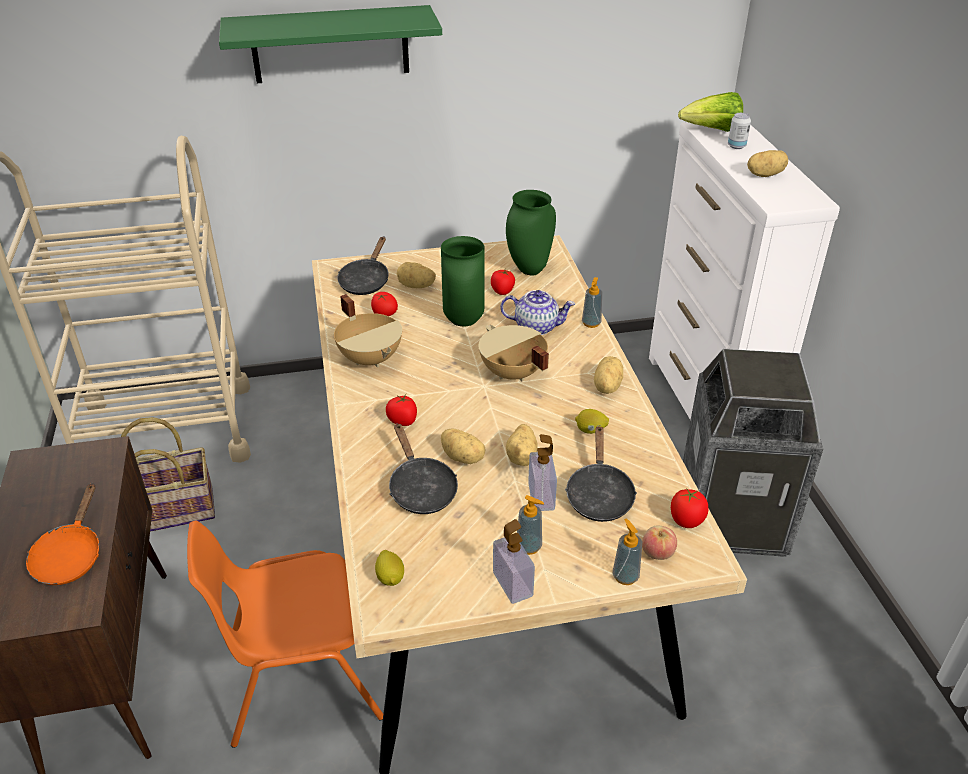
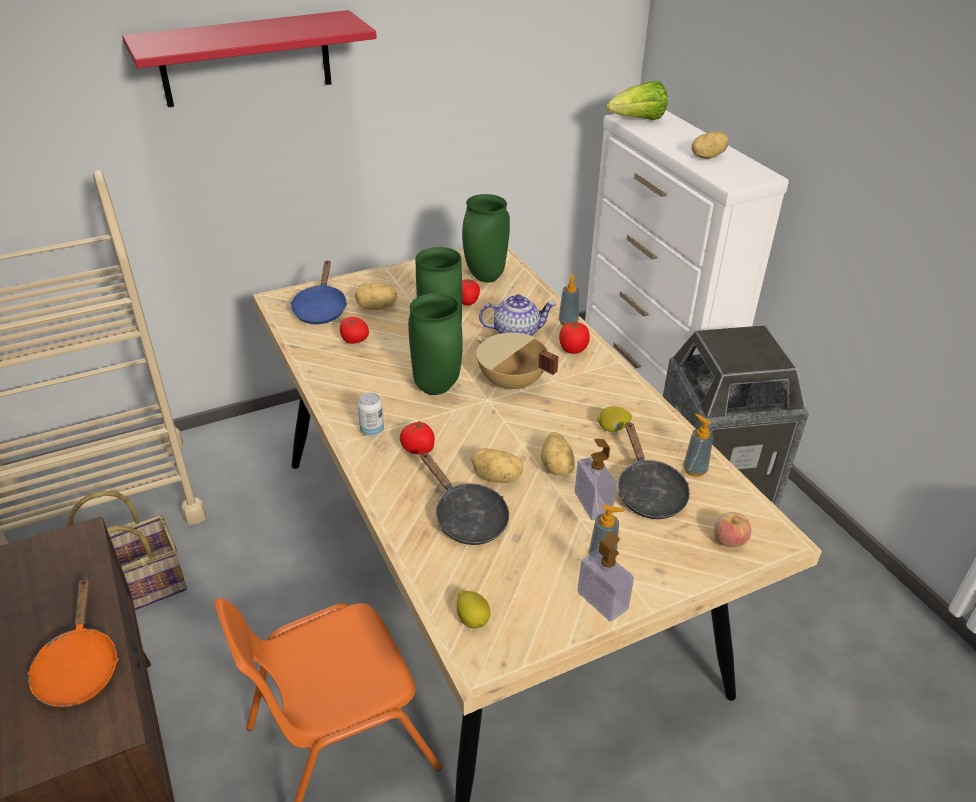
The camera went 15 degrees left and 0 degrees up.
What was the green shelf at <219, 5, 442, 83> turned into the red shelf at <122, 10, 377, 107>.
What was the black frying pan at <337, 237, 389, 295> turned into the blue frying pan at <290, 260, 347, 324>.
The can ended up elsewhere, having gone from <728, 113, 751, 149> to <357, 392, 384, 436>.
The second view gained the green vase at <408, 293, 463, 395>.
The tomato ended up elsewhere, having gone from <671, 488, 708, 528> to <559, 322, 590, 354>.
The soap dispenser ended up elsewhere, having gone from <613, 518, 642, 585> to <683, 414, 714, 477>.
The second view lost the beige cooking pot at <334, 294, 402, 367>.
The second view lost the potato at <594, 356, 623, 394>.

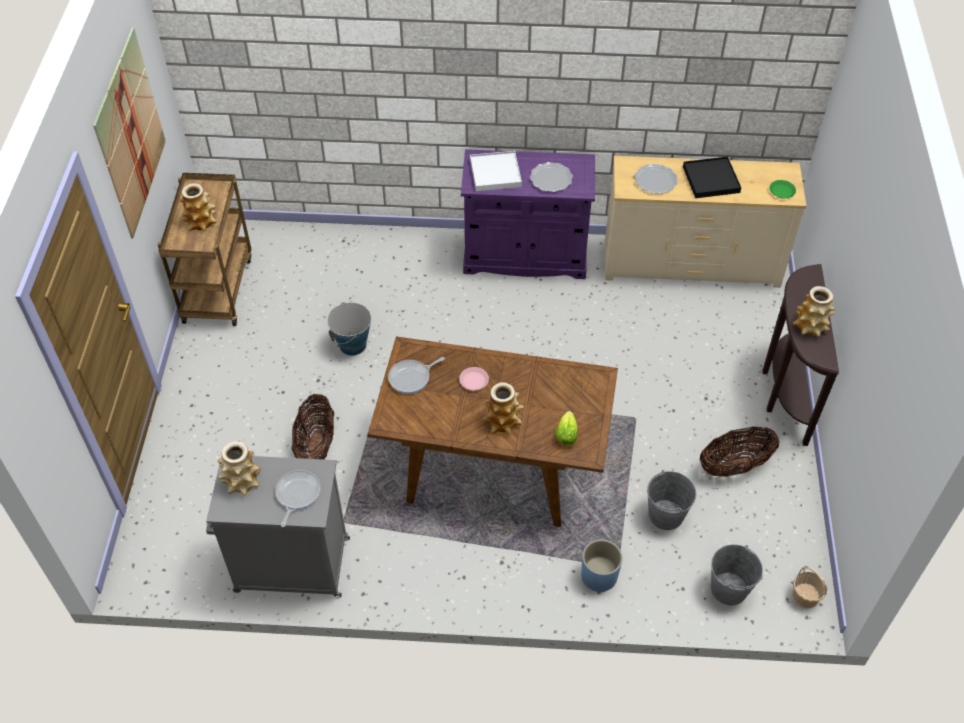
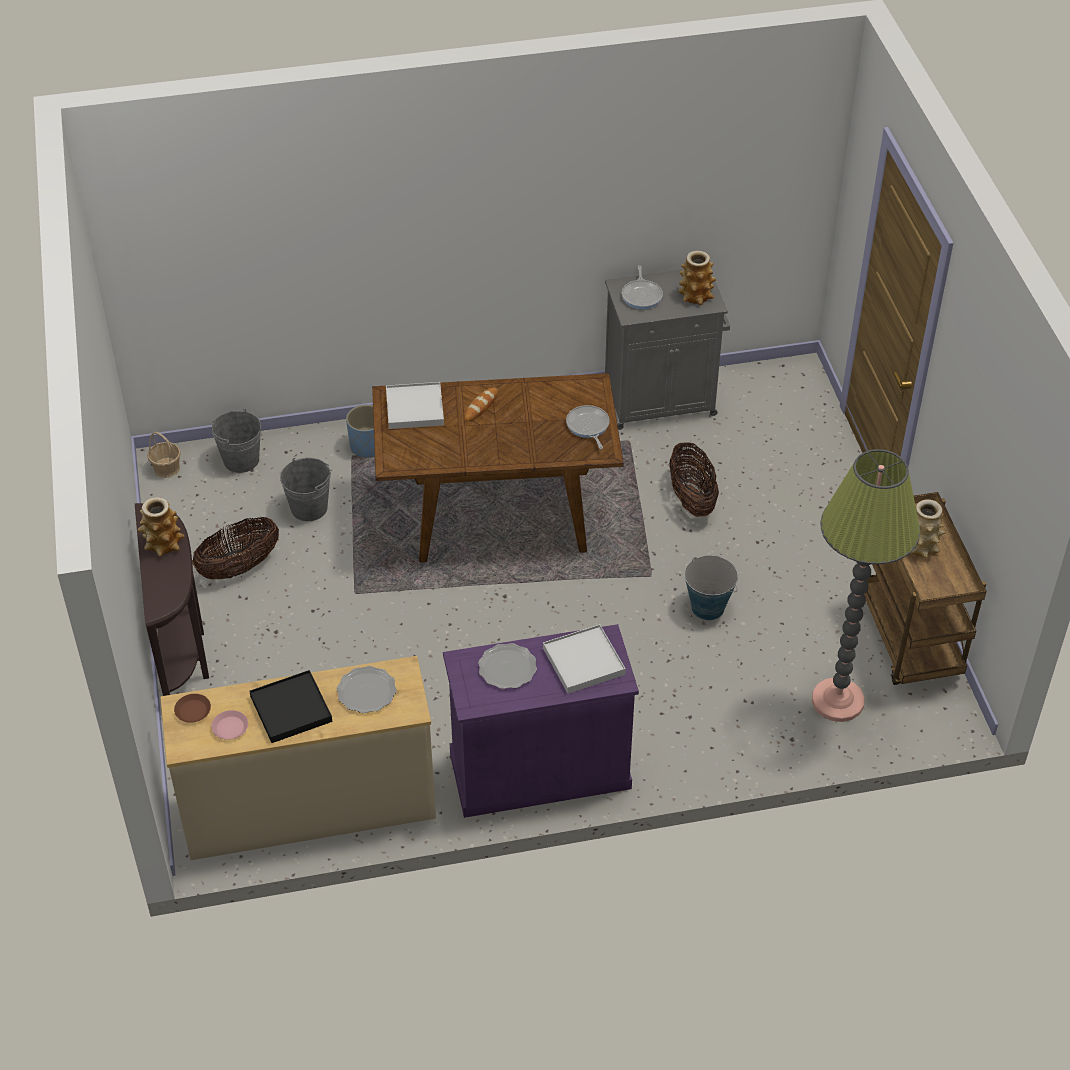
The camera went 165 degrees right and 5 degrees down.
What was the green plate at <769, 180, 796, 199> turned into the brown plate at <174, 694, 211, 723>.
The pink plate ended up elsewhere, having gone from <459, 367, 489, 391> to <211, 710, 248, 740>.
Where the lettuce stood at <555, 411, 578, 445>, the white tray came to stand at <386, 382, 444, 429>.
Where the vase stood at <483, 382, 524, 434>, the bread came to stand at <464, 388, 498, 422>.
The frying pan at <388, 357, 445, 394> ended up facing another way, 60 degrees counterclockwise from before.
The second view gained the floor lamp at <812, 449, 920, 722>.
The second view lost the picture at <93, 27, 166, 238>.

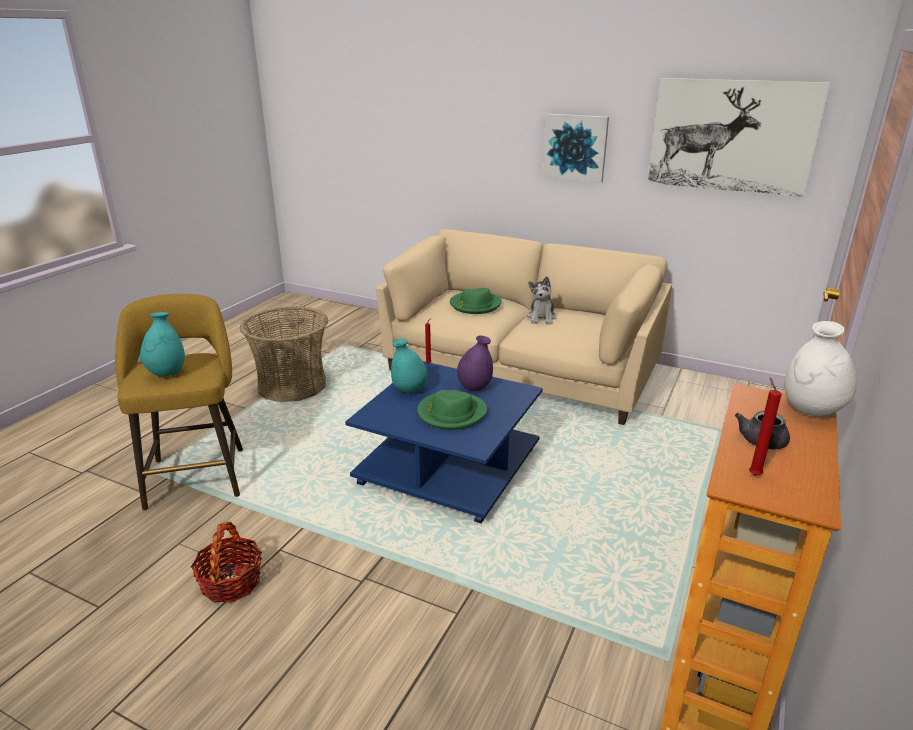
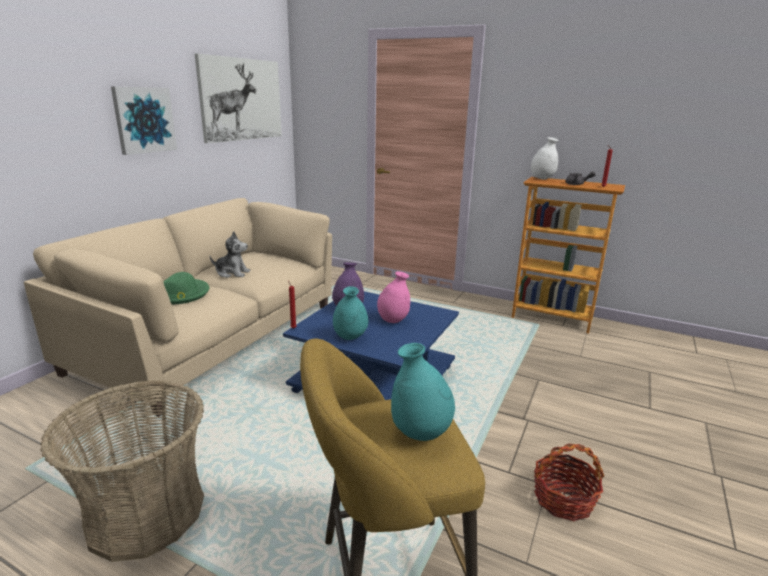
The camera went 90 degrees left and 5 degrees down.
Where the green hat stood at <417, 390, 487, 430>, the pink vase came to stand at <377, 271, 410, 323>.

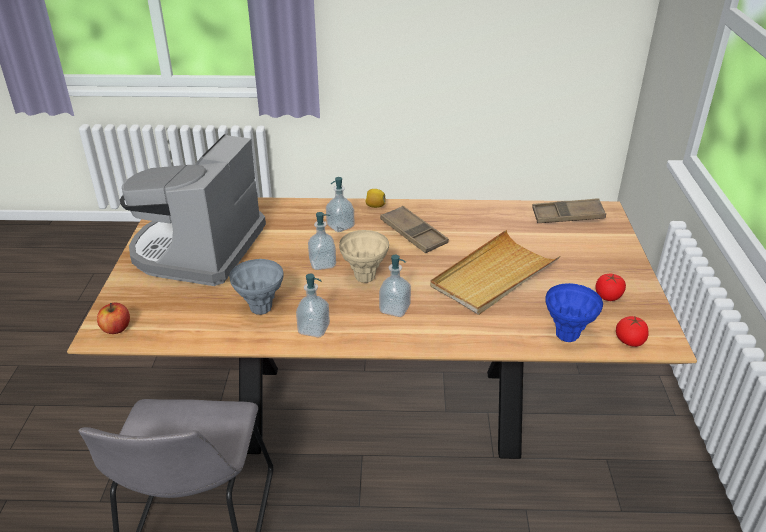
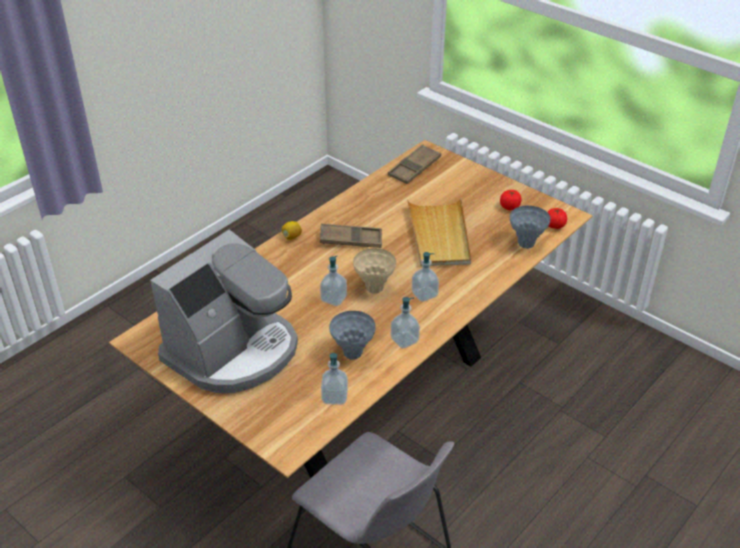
The camera went 50 degrees left and 5 degrees up.
The coffee machine at <120, 133, 266, 286> ended up facing another way, 105 degrees counterclockwise from before.
The soap dispenser ended up elsewhere, having gone from <326, 177, 354, 232> to <321, 353, 348, 405>.
What was the blue vase at <545, 283, 603, 342> turned into the grey vase at <510, 205, 551, 249>.
The second view lost the apple at <97, 303, 130, 334>.

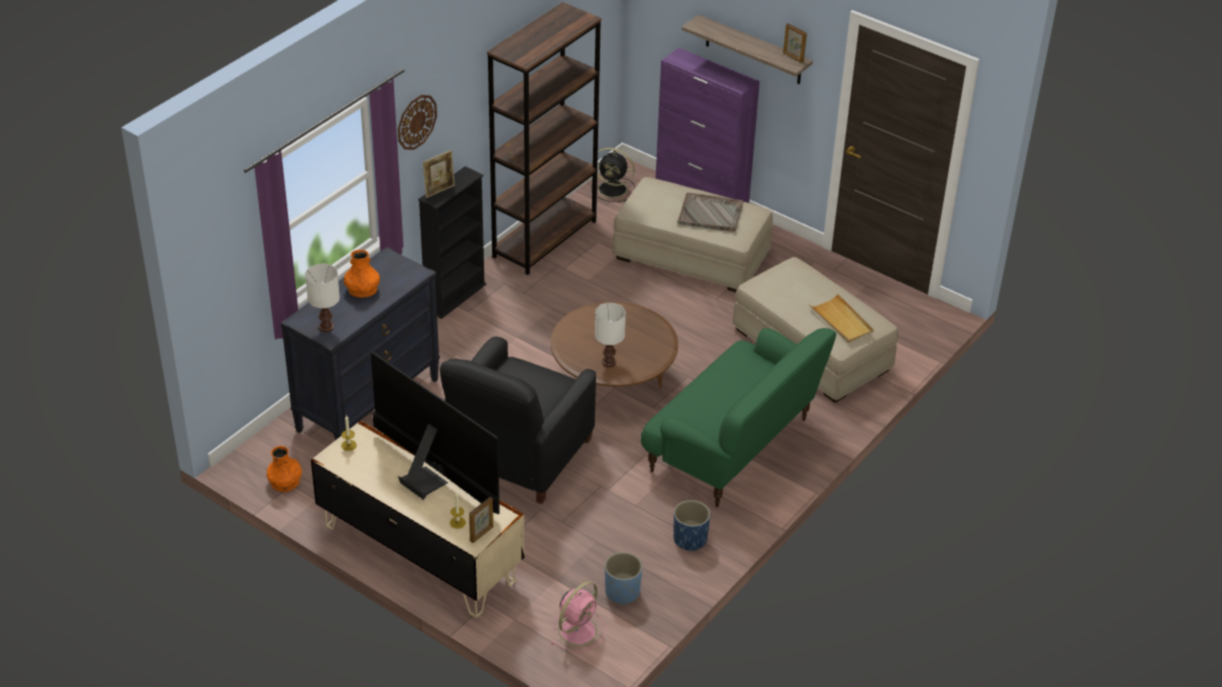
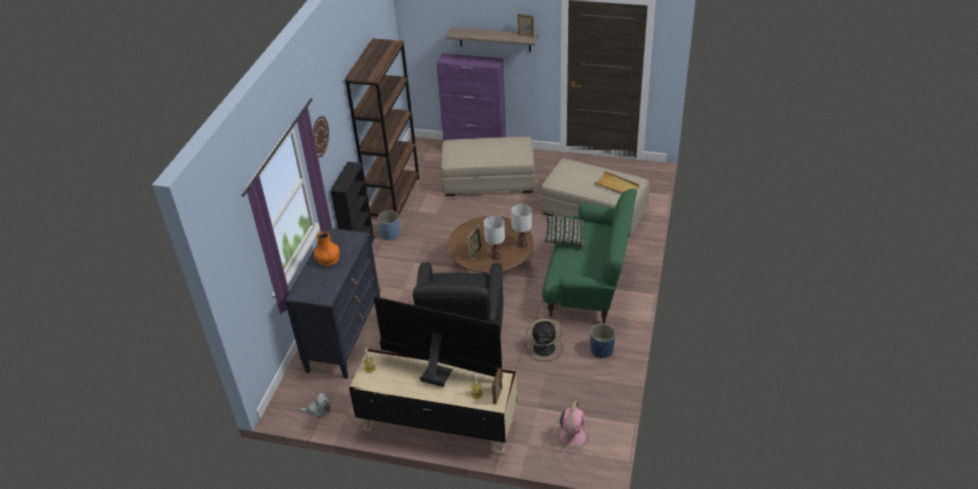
The camera went 20 degrees left and 0 degrees up.
Where the orange vase stood at <267, 446, 302, 492>, the plush toy came to stand at <299, 392, 330, 418>.
The blue planter ended up elsewhere, having gone from <605, 552, 642, 605> to <378, 210, 400, 240>.
The picture frame ended up elsewhere, having gone from <423, 150, 455, 198> to <467, 224, 483, 262>.
The white table lamp ended up elsewhere, having gone from <305, 264, 340, 332> to <511, 204, 532, 247>.
The black fan ended up elsewhere, having gone from <591, 148, 635, 202> to <525, 319, 562, 361>.
The second view gained the pillow at <544, 216, 584, 247>.
The second view lost the grey tray at <677, 193, 743, 232>.

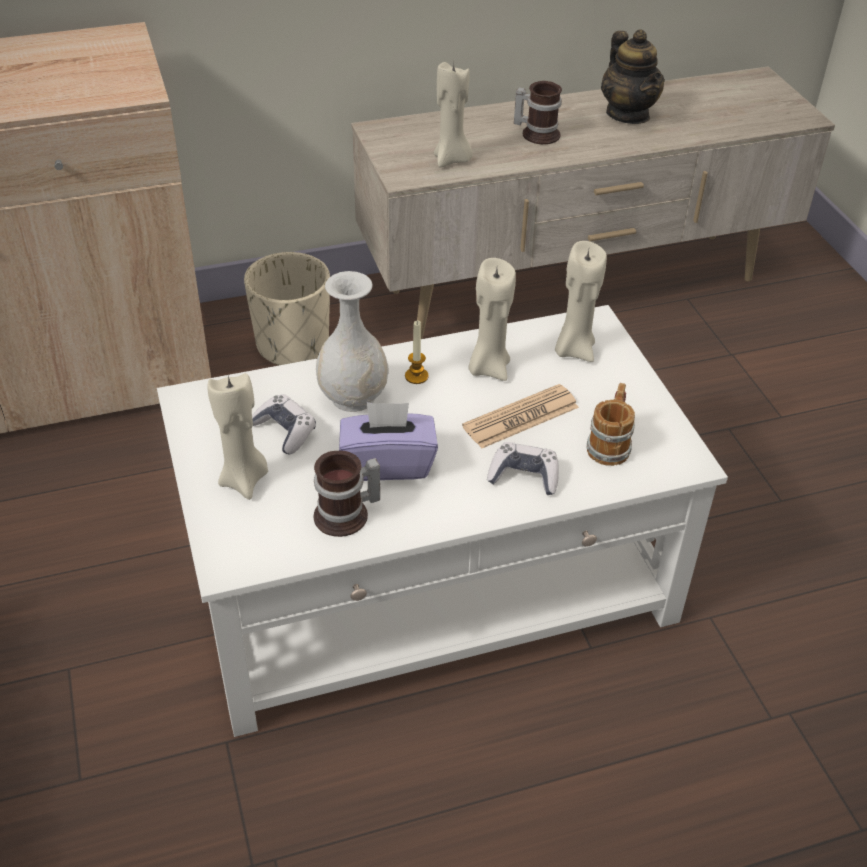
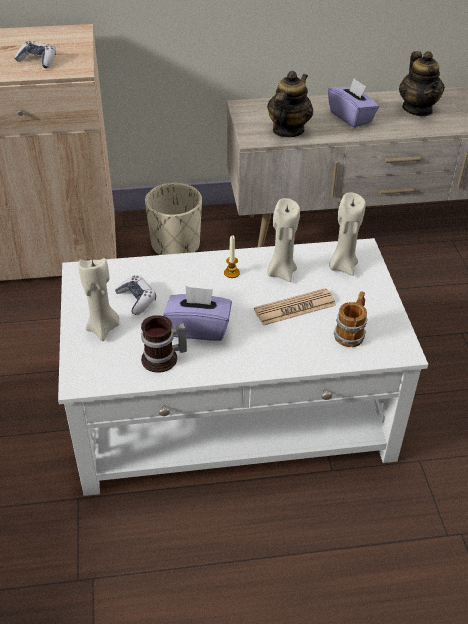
The camera went 10 degrees right and 0 degrees up.
The game controller ended up elsewhere, having gone from <487, 442, 559, 495> to <14, 41, 56, 68>.
Where the beige candle stood at <434, 62, 473, 167>, the teapot came to stand at <267, 71, 313, 137>.
Where the mug stood at <514, 81, 562, 144>, the purple tissue box came to stand at <328, 78, 379, 128>.
The second view lost the white vase at <316, 271, 389, 412>.

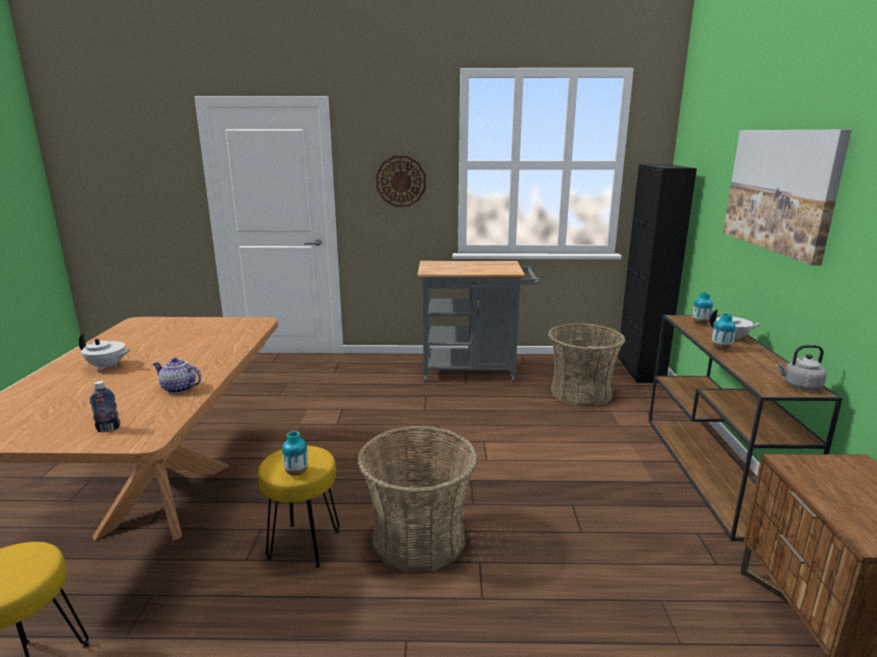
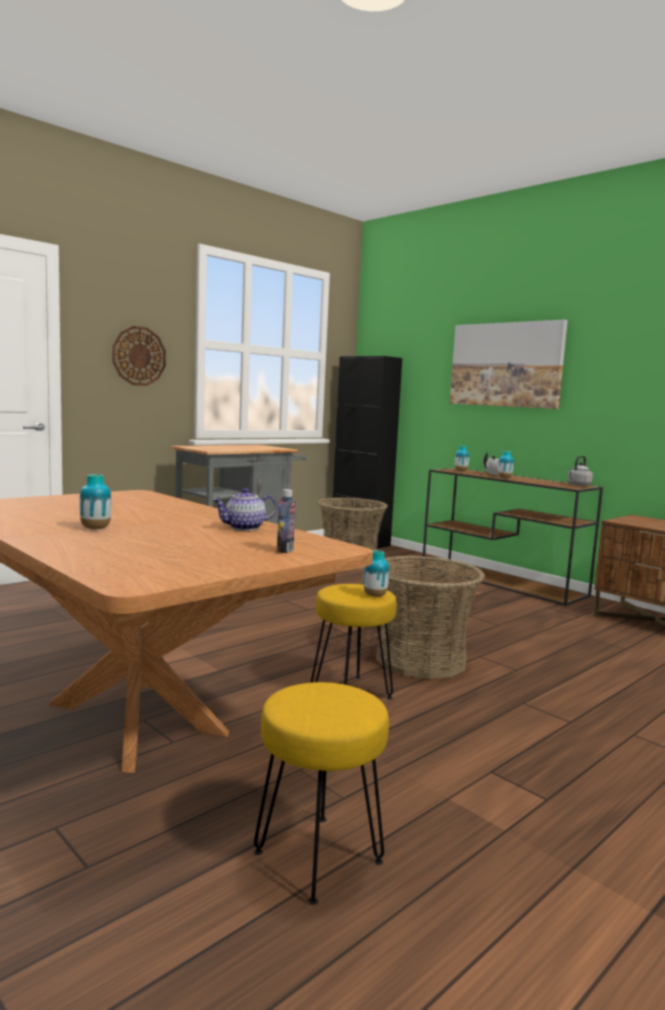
The camera went 45 degrees left and 10 degrees down.
Where the white teapot stood at <79, 333, 131, 371>, the vase came to stand at <80, 474, 111, 529>.

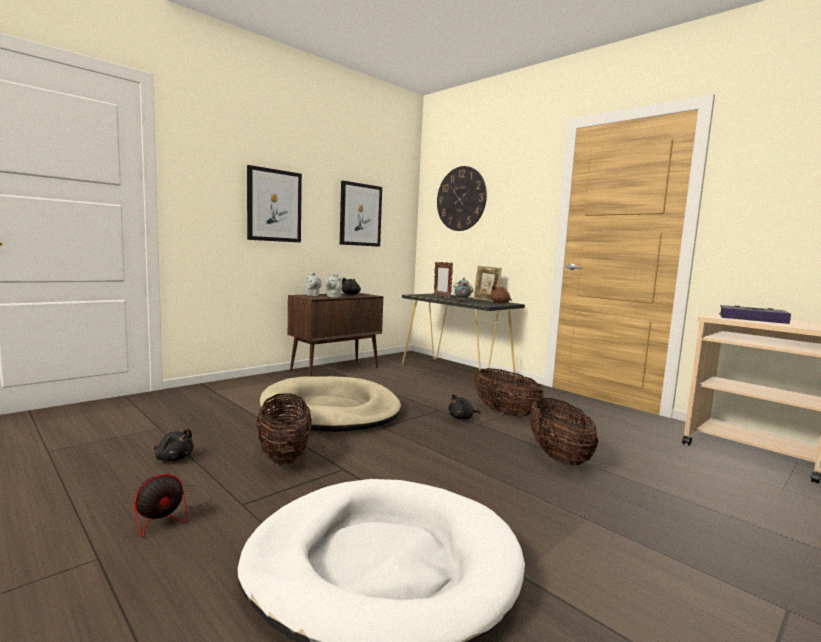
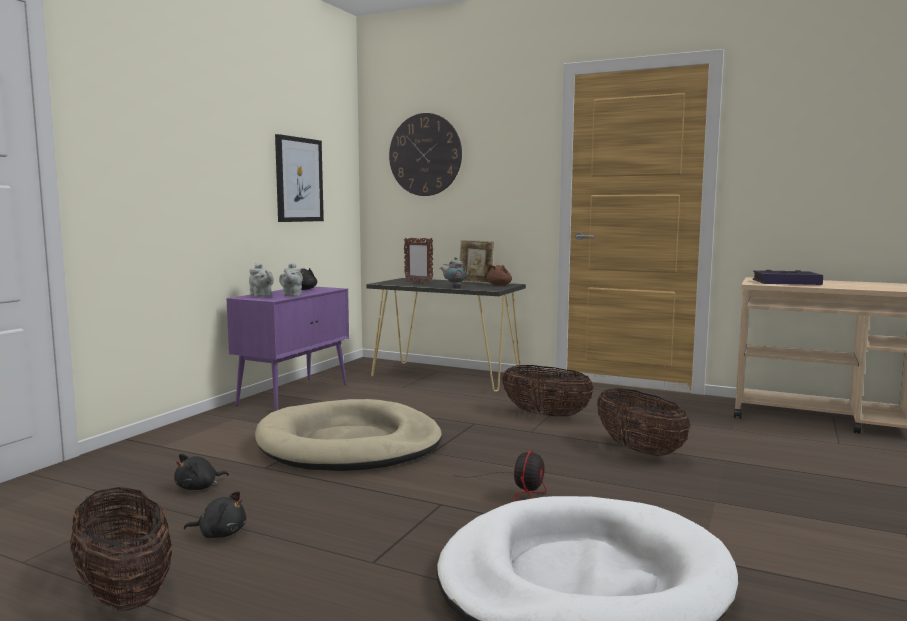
The camera went 20 degrees left and 0 degrees up.
The basket ended up elsewhere, having gone from <256, 394, 312, 465> to <70, 487, 173, 611>.
The black plush toy ended up elsewhere, having gone from <448, 394, 480, 419> to <174, 454, 229, 490>.
What was the brown cabinet at <288, 293, 383, 377> turned into the purple cabinet at <226, 287, 349, 411>.
The fan ended up elsewhere, having gone from <133, 474, 212, 538> to <453, 451, 546, 501>.
The second view lost the picture at <247, 165, 302, 243>.

